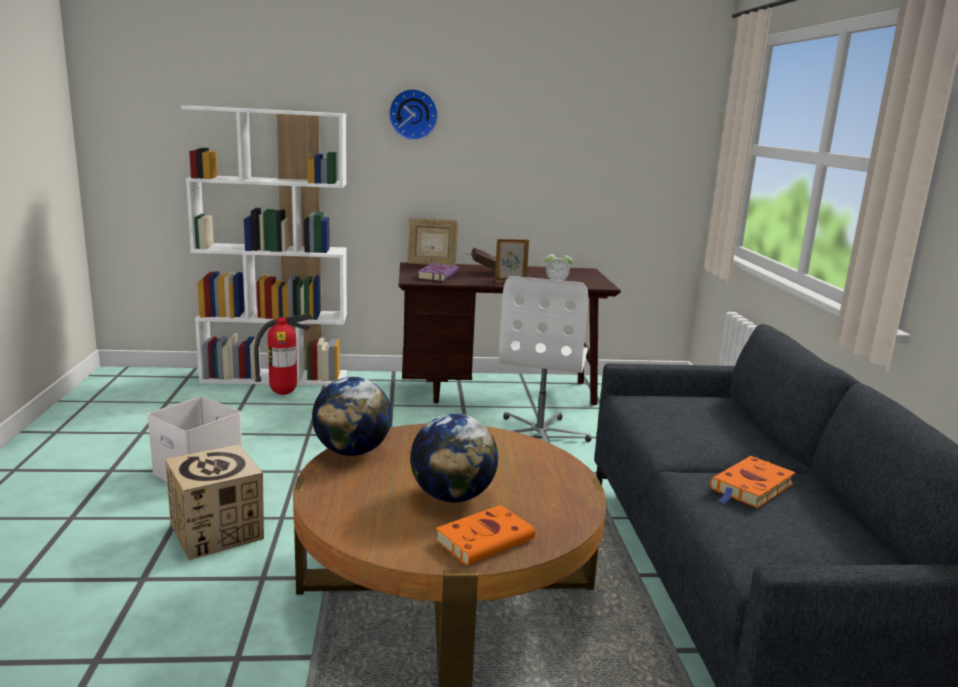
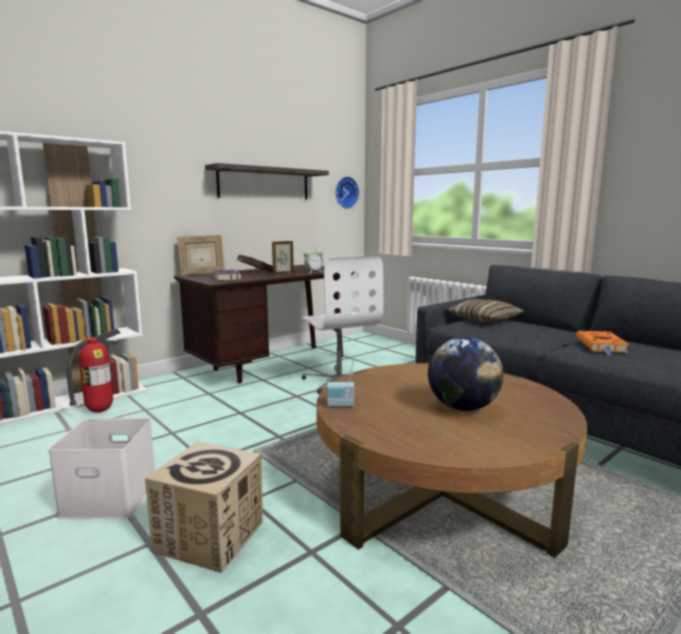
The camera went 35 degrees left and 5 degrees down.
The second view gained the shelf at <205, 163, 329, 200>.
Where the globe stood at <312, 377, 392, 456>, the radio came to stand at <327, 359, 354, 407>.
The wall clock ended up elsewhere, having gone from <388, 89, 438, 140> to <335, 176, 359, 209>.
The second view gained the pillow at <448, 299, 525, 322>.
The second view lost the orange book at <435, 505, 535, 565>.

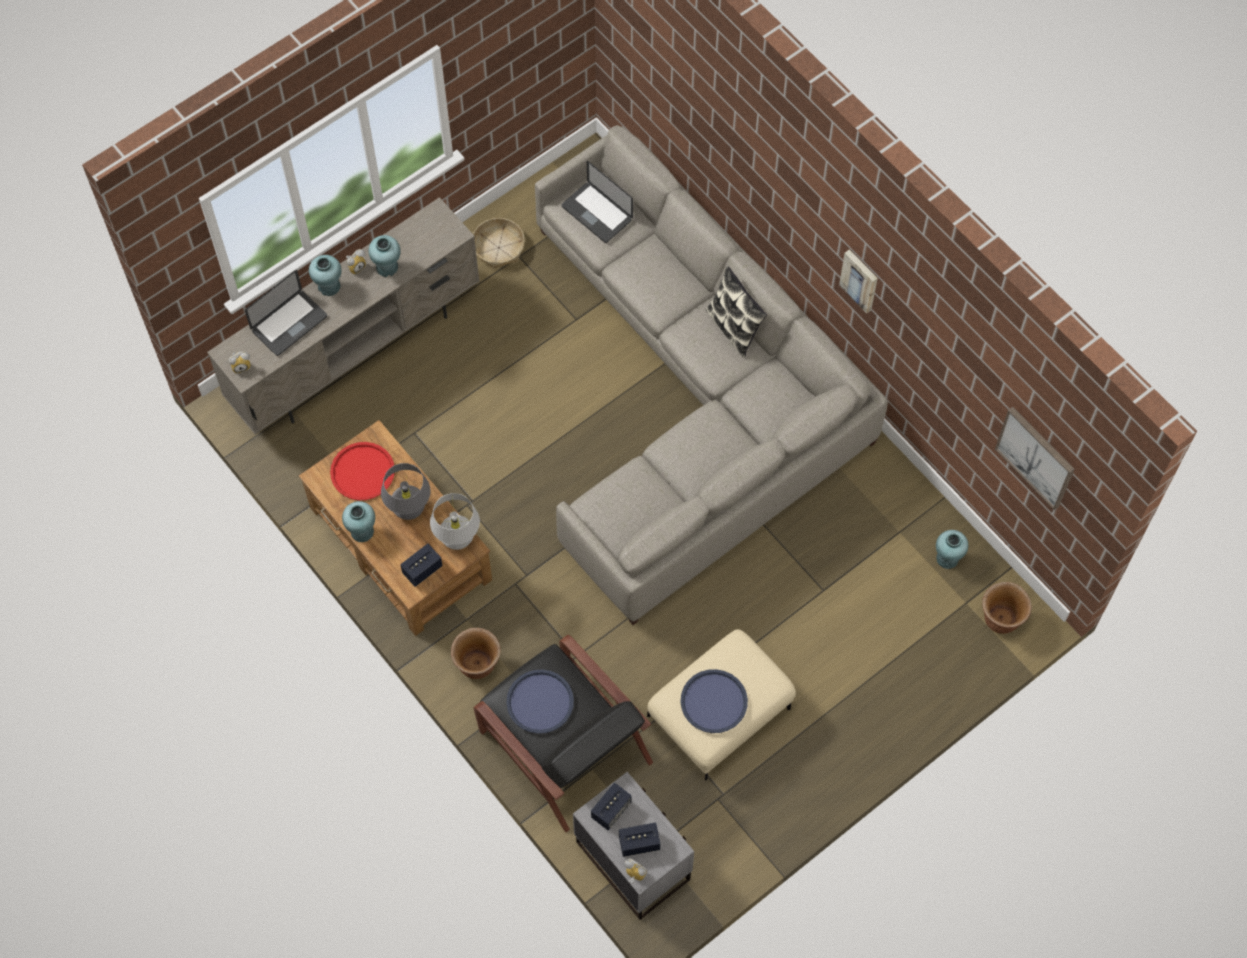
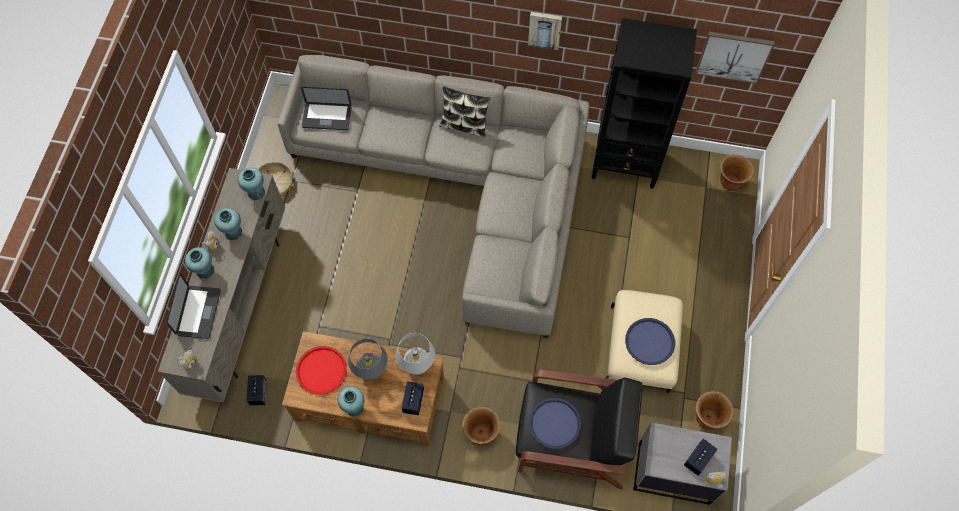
The camera went 40 degrees left and 0 degrees up.
The turquoise vase ended up elsewhere, having gone from <936, 530, 968, 569> to <238, 168, 265, 200>.
The speaker ended up elsewhere, having gone from <591, 783, 631, 830> to <246, 375, 267, 406>.
The second view gained the black bookcase at <592, 18, 697, 189>.
The second view gained the brown planter at <696, 391, 734, 430>.

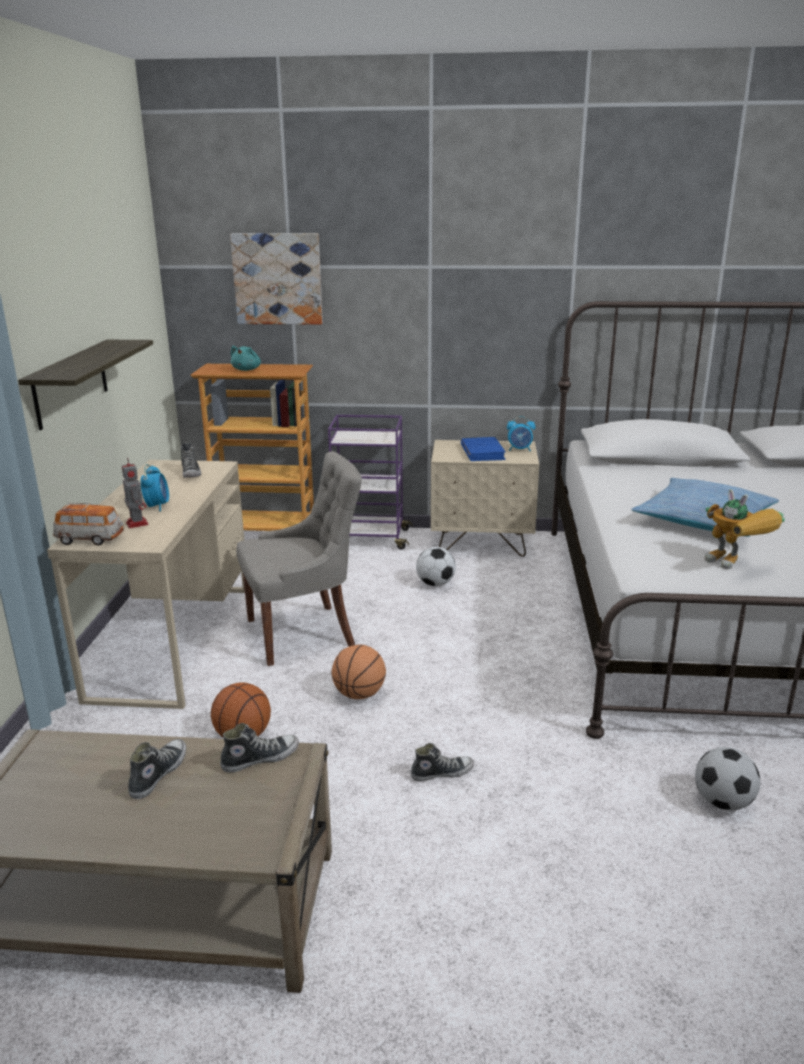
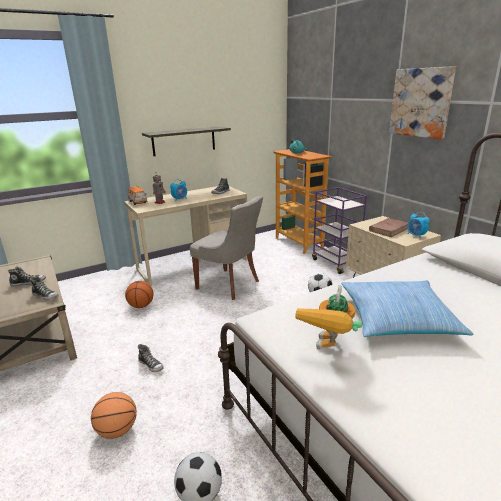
The camera went 55 degrees right and 0 degrees up.
The basketball ended up elsewhere, having gone from <331, 645, 386, 699> to <91, 392, 137, 439>.
What was the blue book at <461, 437, 506, 461> turned into the brown book at <369, 218, 408, 237>.
The picture ended up elsewhere, having gone from <230, 233, 323, 325> to <389, 66, 456, 139>.

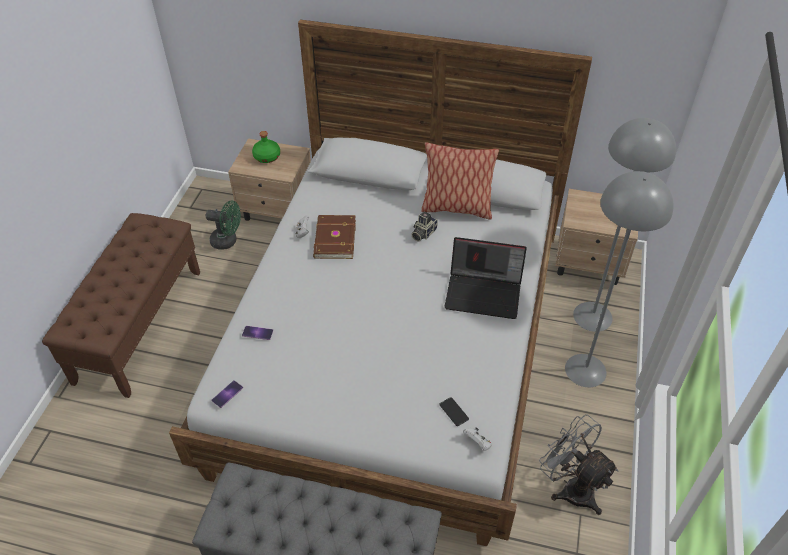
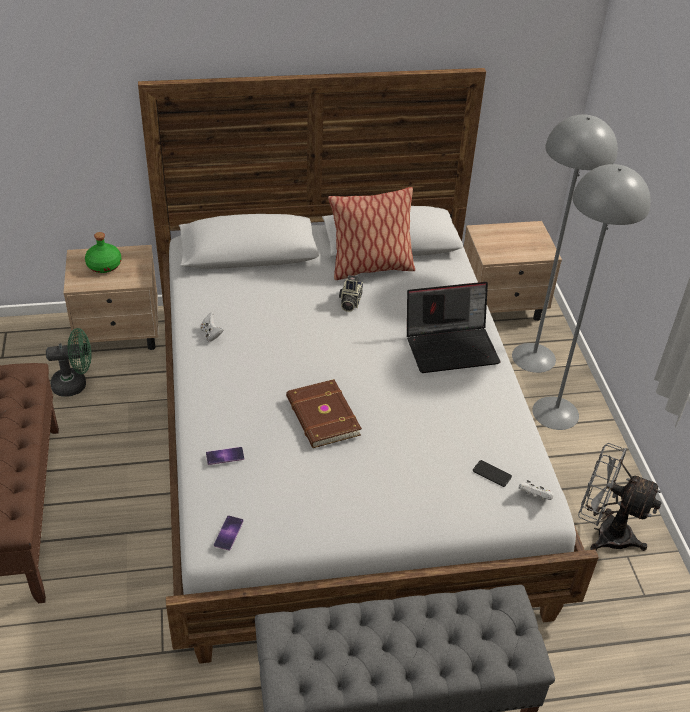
The camera went 25 degrees left and 5 degrees down.
The brown book ended up elsewhere, having gone from <313, 215, 356, 259> to <286, 379, 362, 448>.

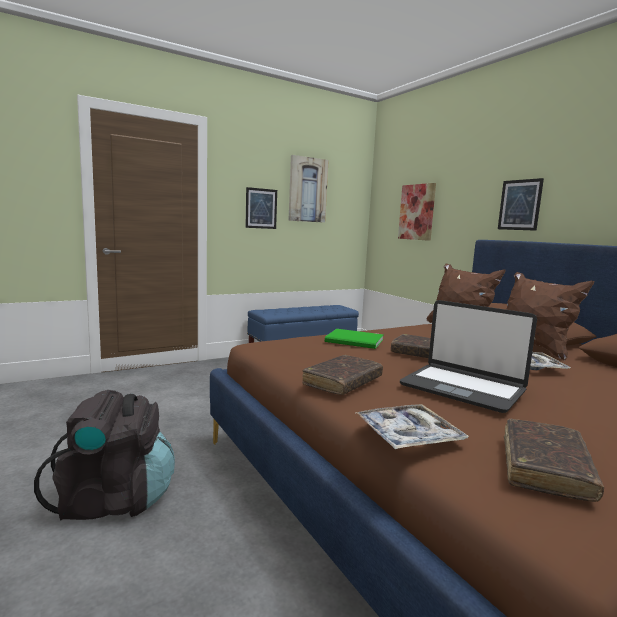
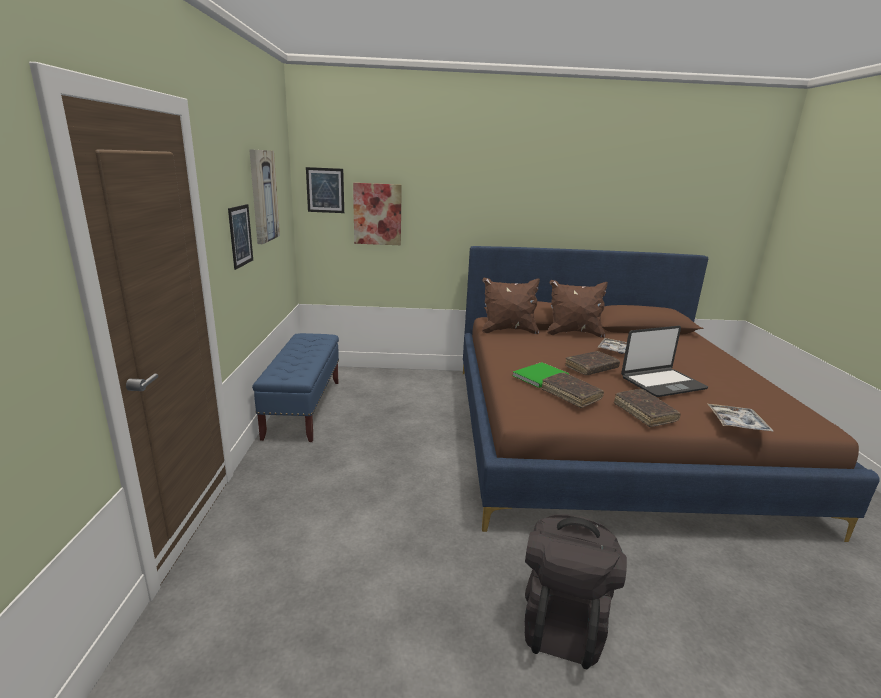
The camera went 60 degrees left and 10 degrees up.
The picture ended up elsewhere, having gone from <498, 178, 544, 231> to <306, 167, 344, 213>.
The brown book ended up elsewhere, having gone from <504, 418, 604, 502> to <541, 372, 604, 408>.

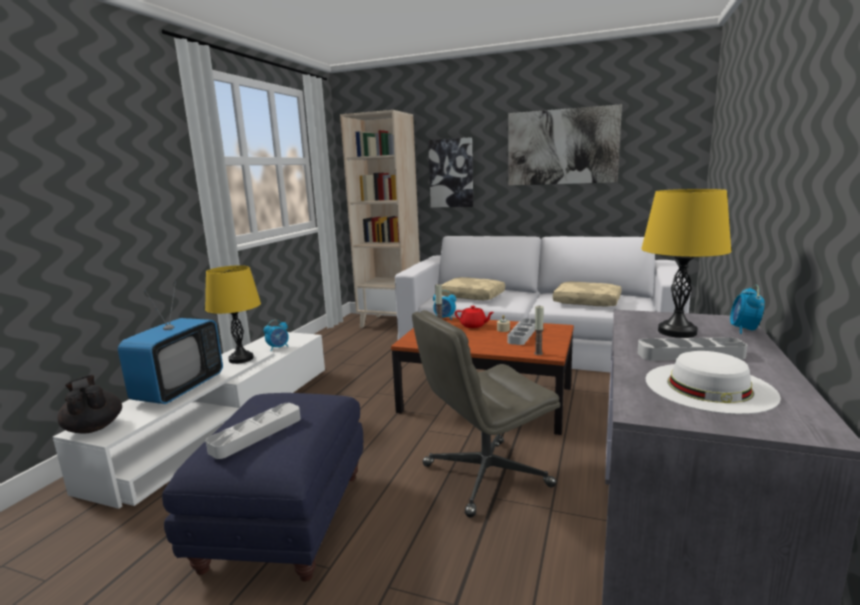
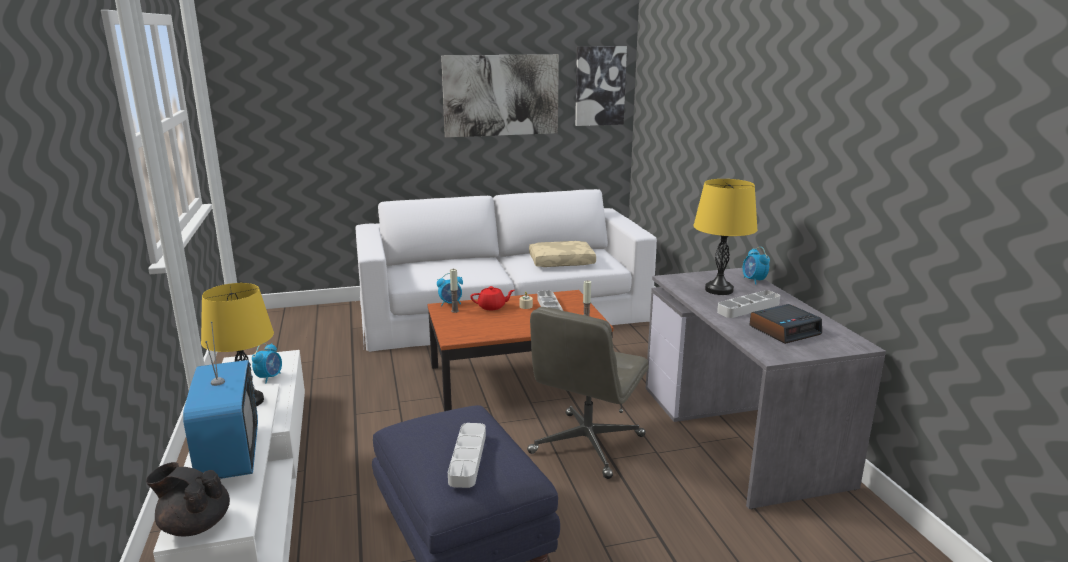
The camera went 35 degrees left and 5 degrees up.
The picture ended up elsewhere, having gone from <428, 137, 473, 207> to <575, 46, 627, 126>.
Where the white hat stood at <646, 351, 781, 414>, the alarm clock came to stand at <750, 304, 822, 344>.
The second view lost the beige bookcase at <340, 110, 420, 328>.
The second view lost the beige pillow at <442, 277, 505, 300>.

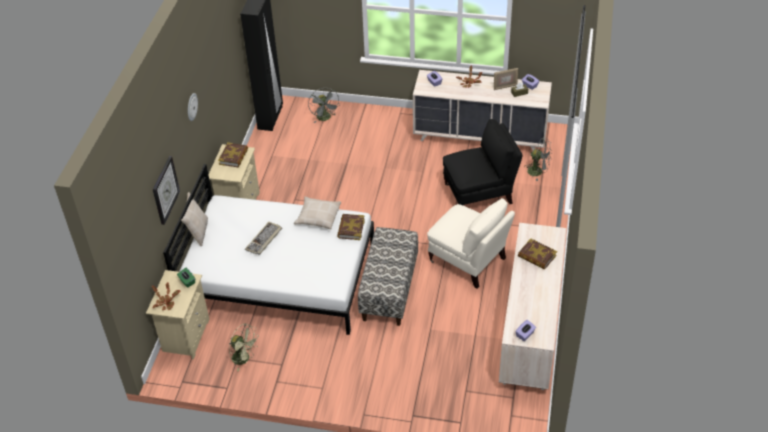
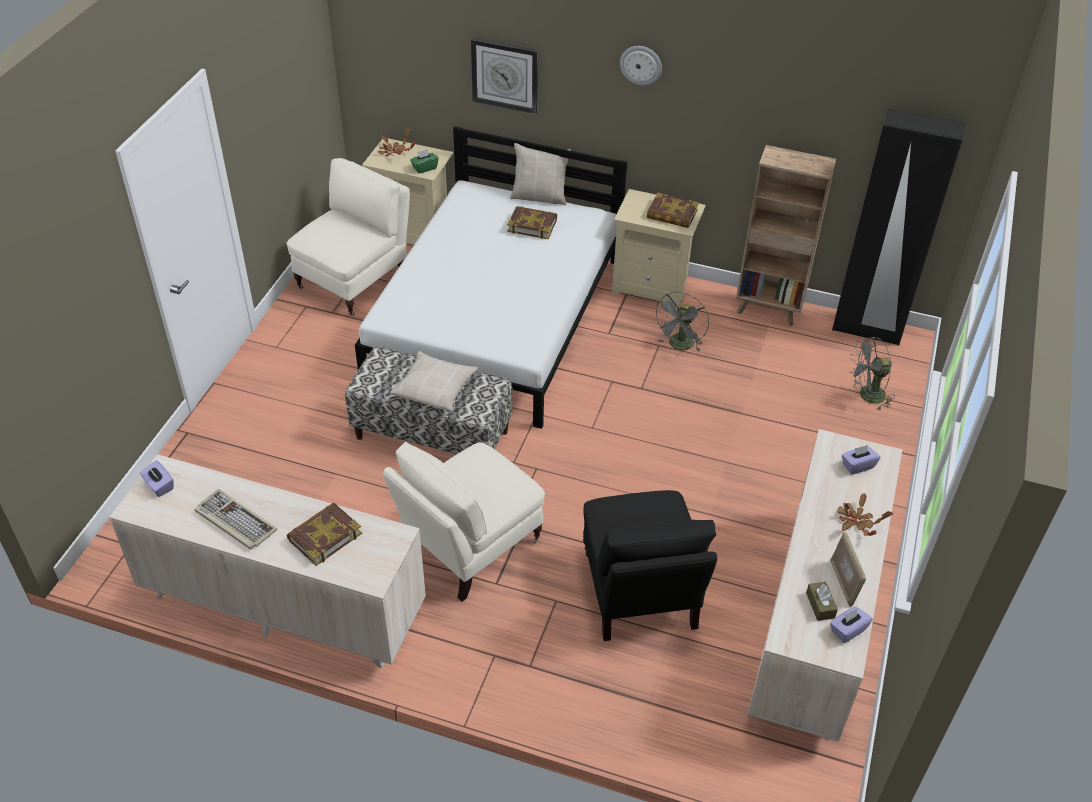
The camera went 95 degrees right and 0 degrees up.
The keyboard ended up elsewhere, having gone from <245, 222, 282, 255> to <195, 489, 277, 550>.
Where the green fan stood at <229, 323, 259, 371>, the beige armchair came to stand at <287, 158, 410, 316>.
The beige pillow ended up elsewhere, having gone from <294, 196, 341, 230> to <390, 351, 478, 412>.
The book ended up elsewhere, having gone from <337, 214, 365, 240> to <507, 206, 557, 239>.
The grey fan ended up elsewhere, having gone from <525, 138, 552, 181> to <653, 292, 709, 352>.
The second view gained the brown bookcase at <736, 145, 836, 326>.

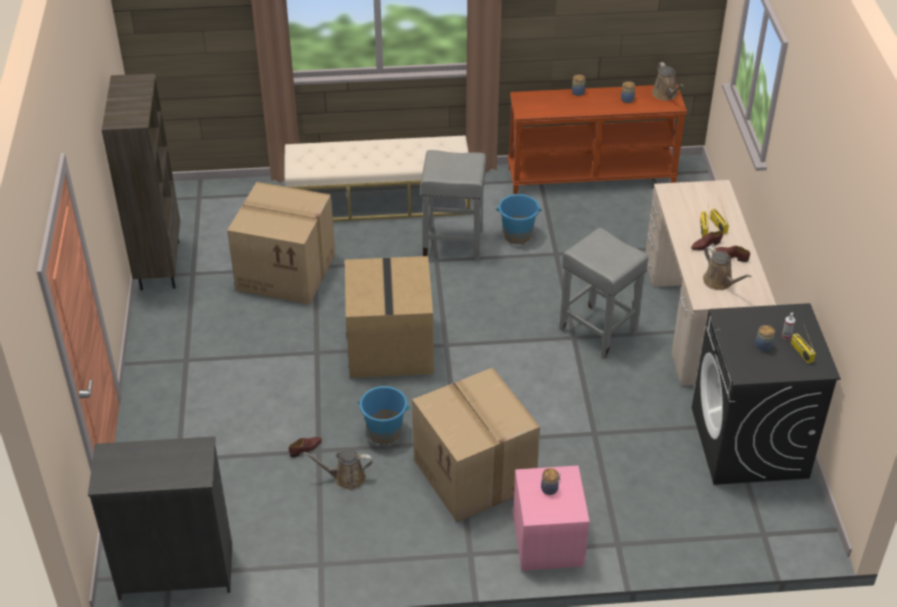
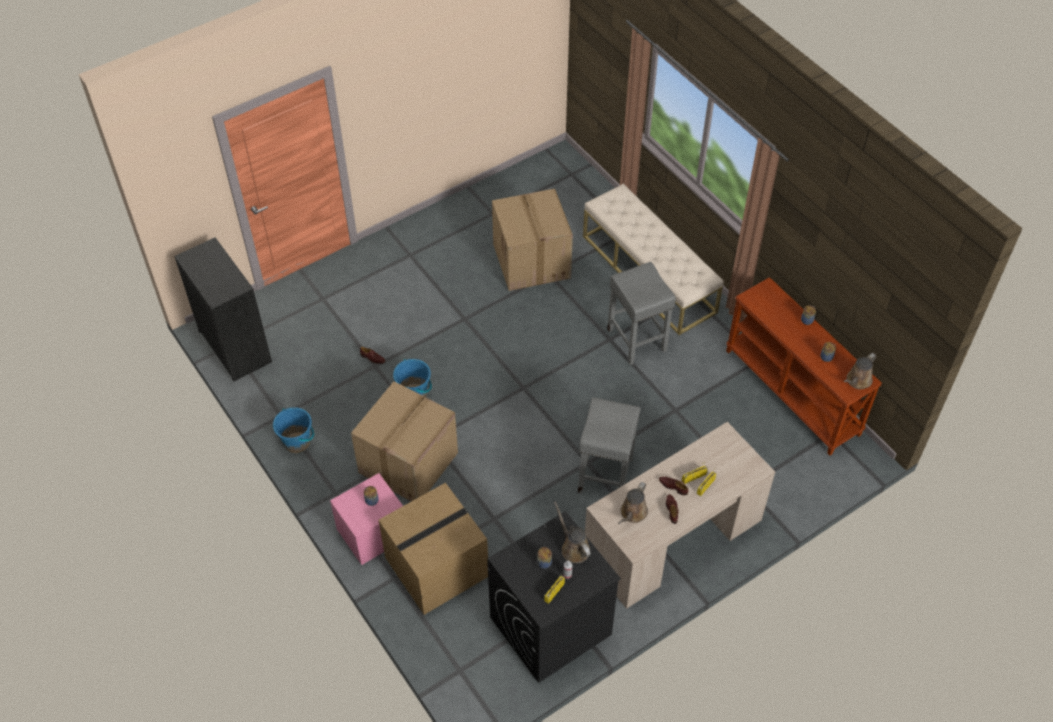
The camera went 60 degrees right and 10 degrees up.
The blue bucket ended up elsewhere, having gone from <496, 194, 542, 244> to <273, 407, 314, 453>.
The cardboard box ended up elsewhere, having gone from <345, 256, 434, 378> to <378, 482, 488, 615>.
The brown watering can ended up elsewhere, having gone from <303, 449, 373, 490> to <554, 501, 591, 563>.
The second view lost the brown bookcase at <102, 73, 180, 290>.

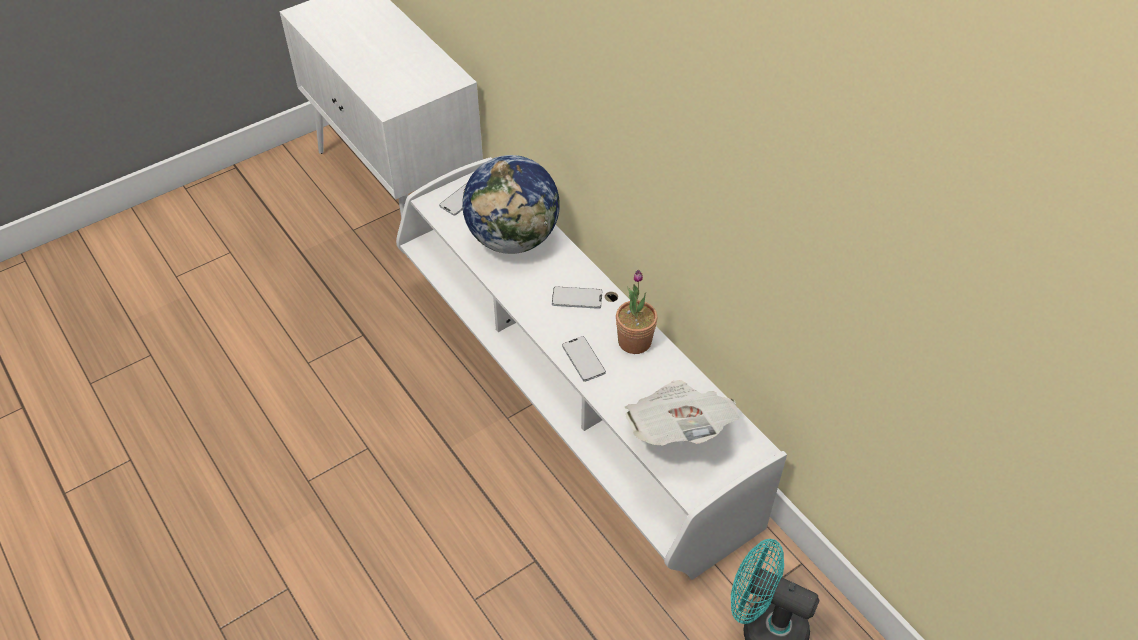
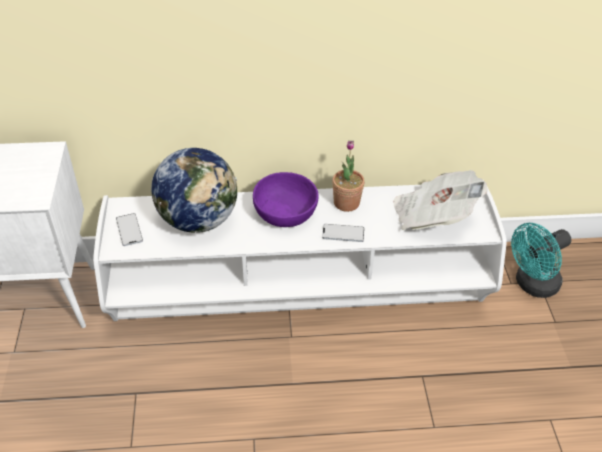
The camera went 60 degrees left and 5 degrees down.
Where the phone stood at <552, 286, 602, 309>, the purple bowl came to stand at <253, 172, 319, 227>.

